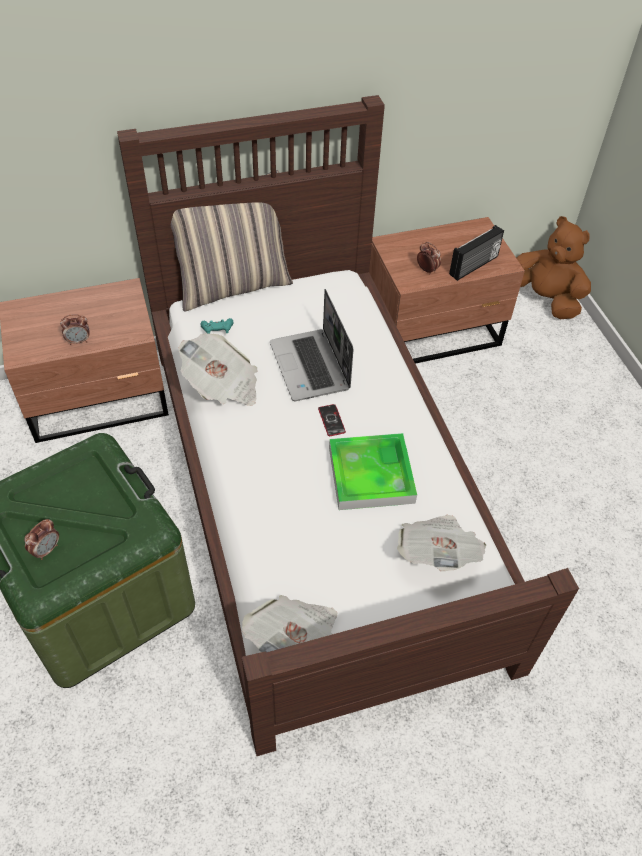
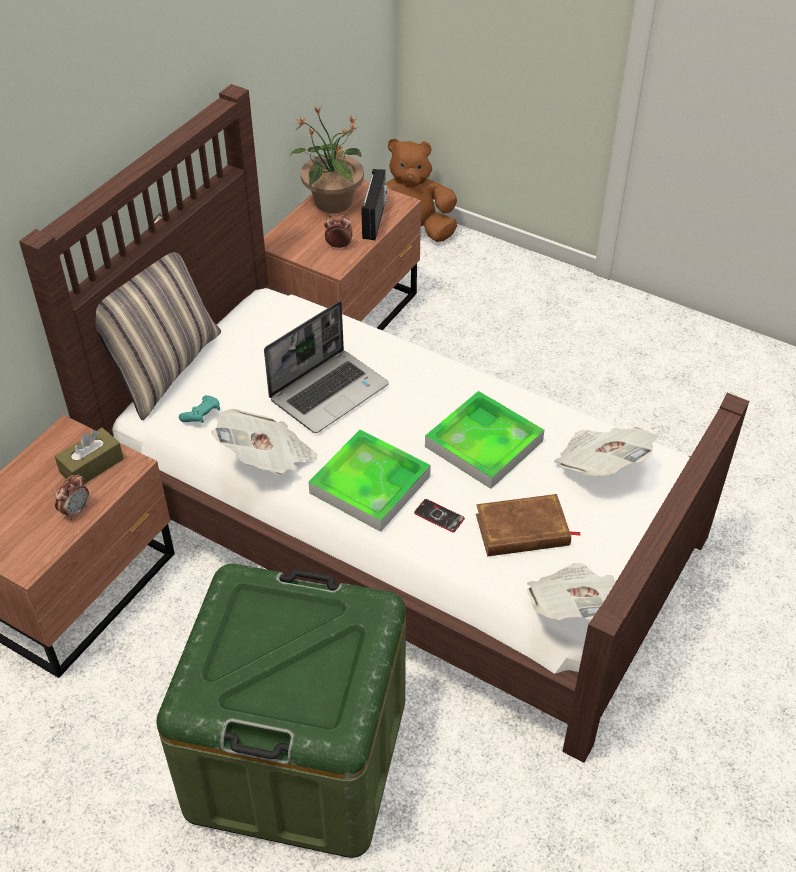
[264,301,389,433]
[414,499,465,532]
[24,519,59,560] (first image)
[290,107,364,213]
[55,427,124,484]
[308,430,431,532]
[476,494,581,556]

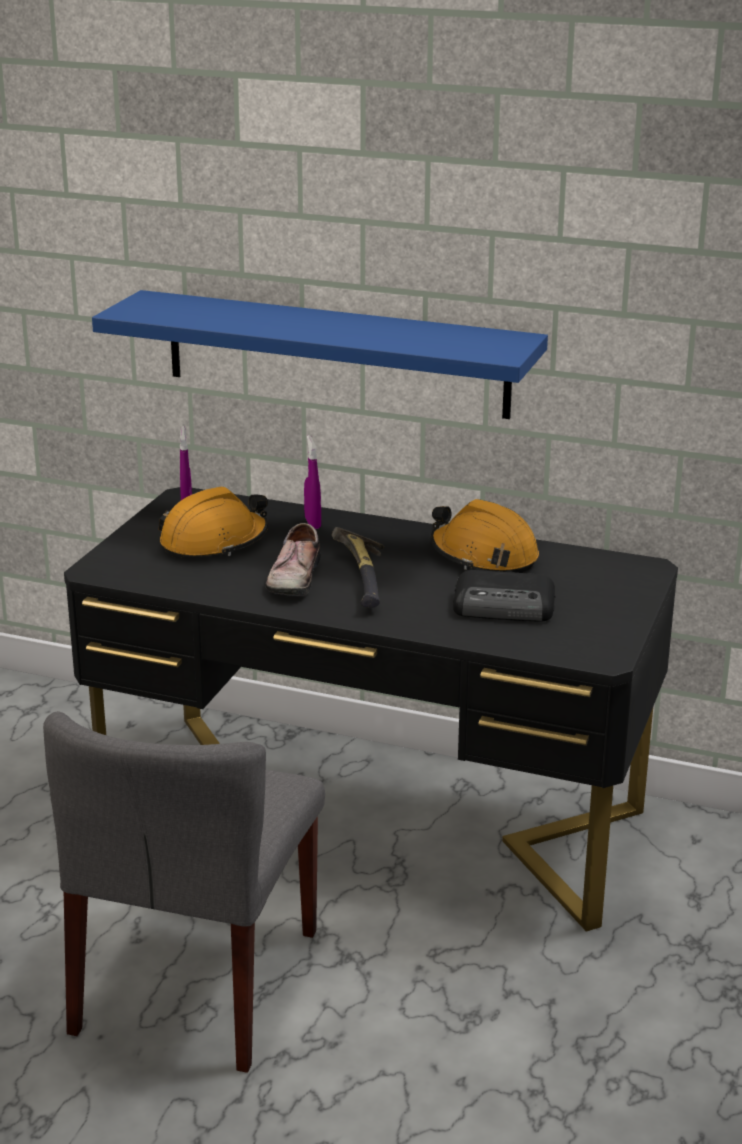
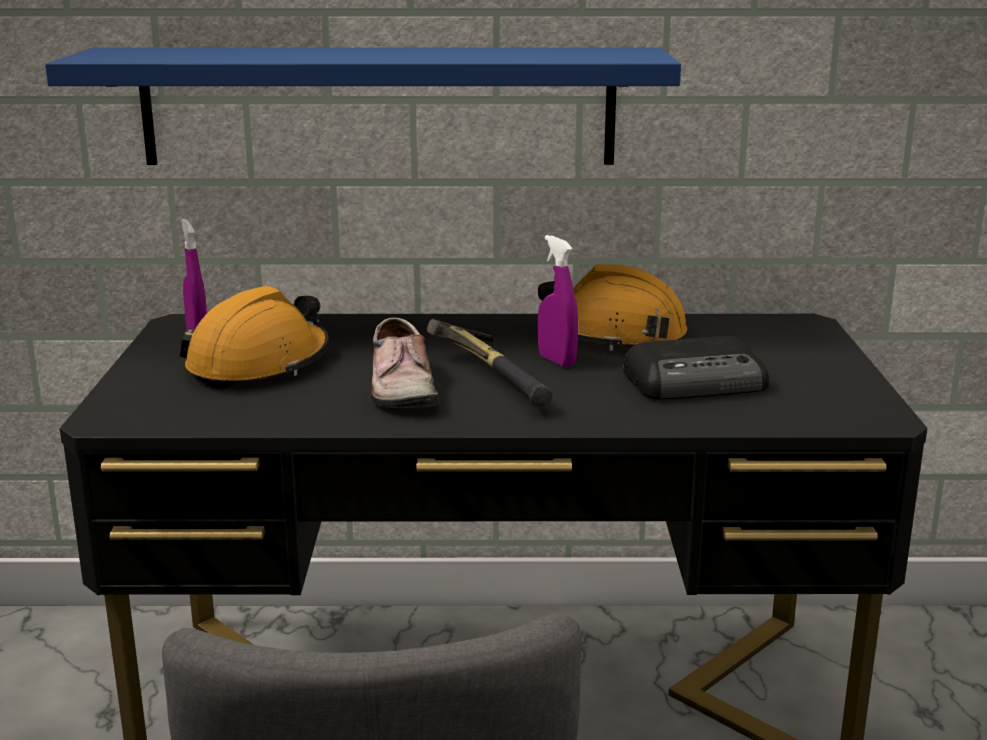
[538,235,578,367]

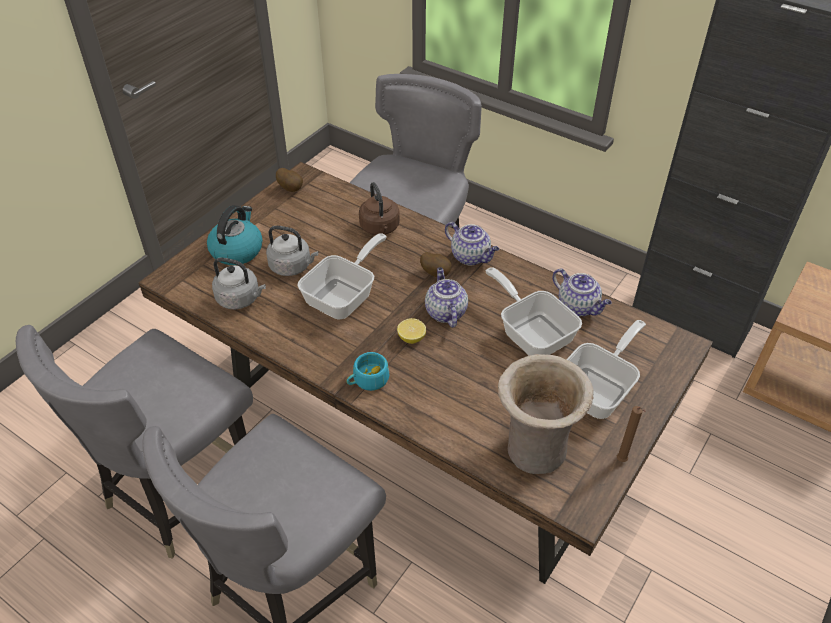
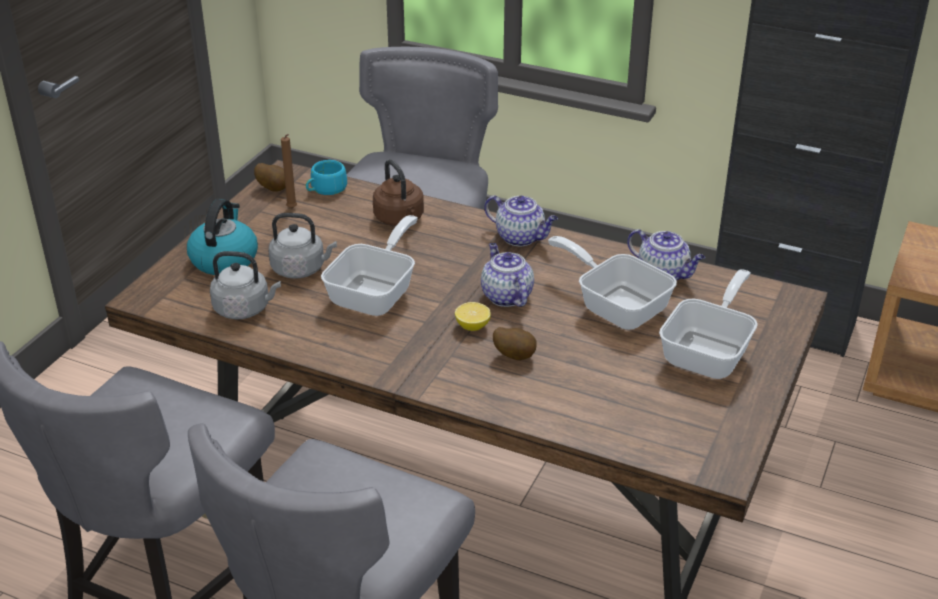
[493,327,537,360]
[306,160,347,195]
[498,354,594,474] (first image)
[281,134,297,208]

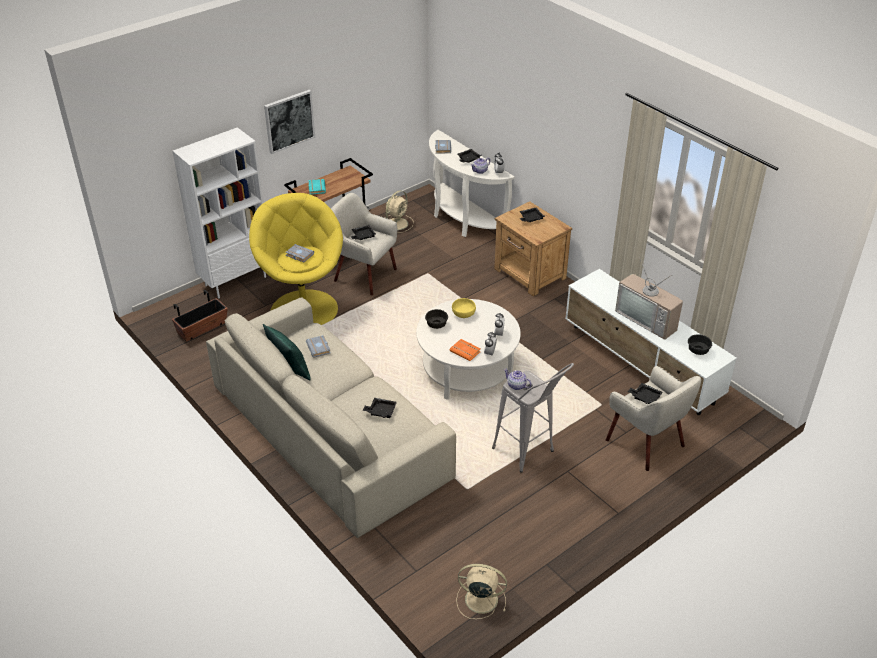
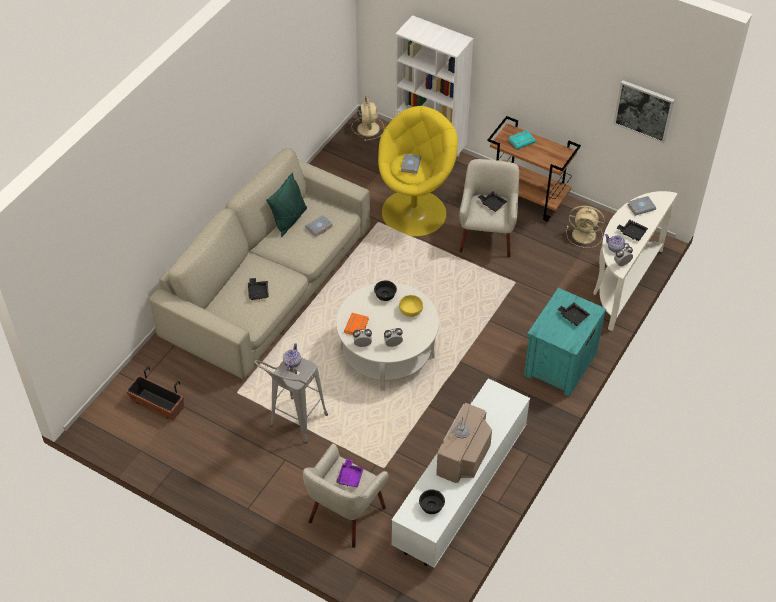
[614,80,675,143]
[524,288,606,397]
[126,367,184,421]
[336,459,364,487]
[351,96,384,141]

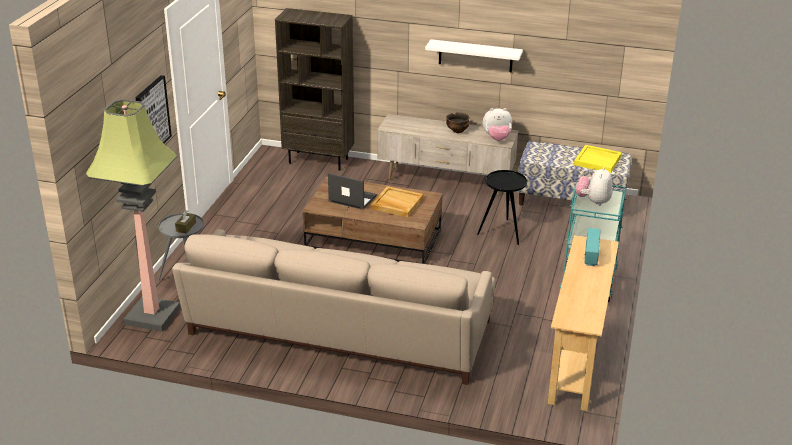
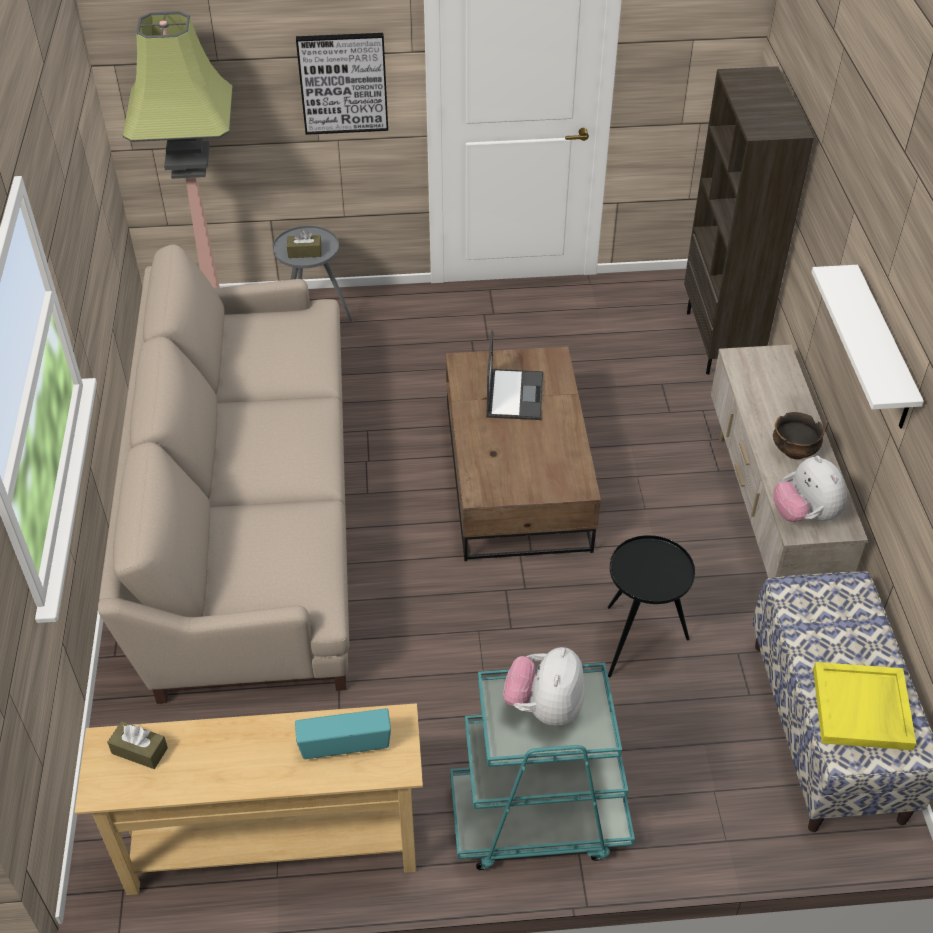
[503,647,585,726]
[371,186,423,218] (first image)
[107,721,168,769]

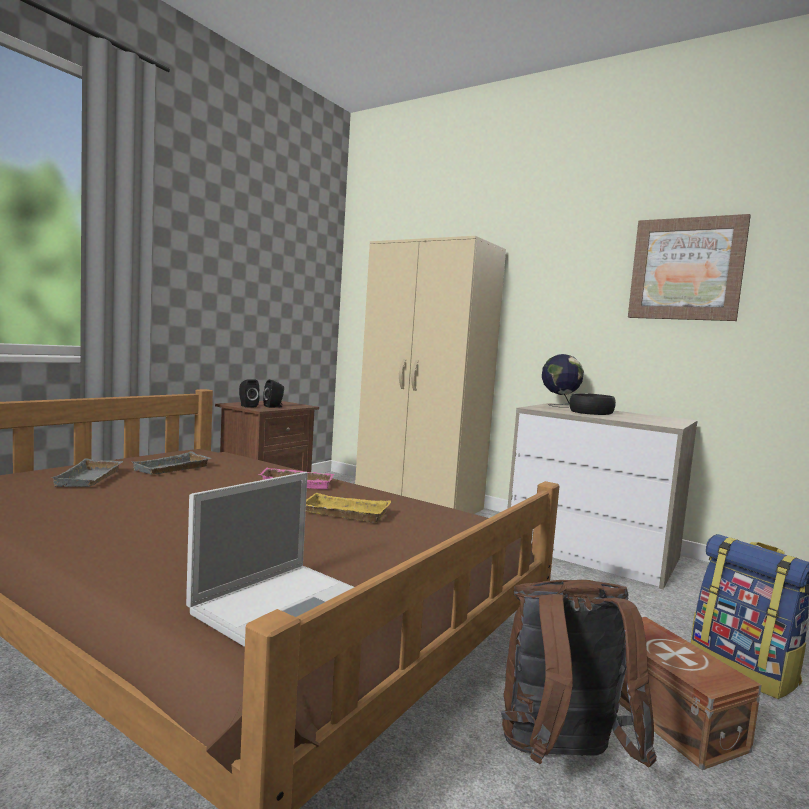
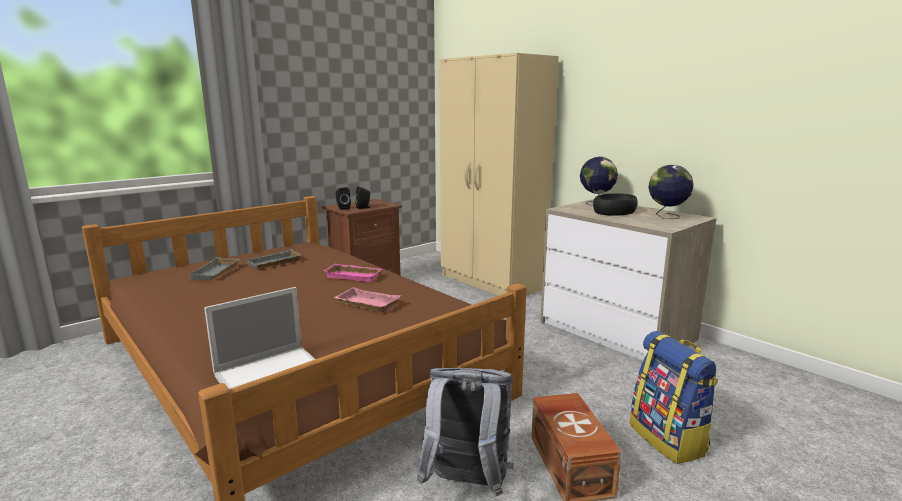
[628,214,751,321] (first image)
[334,287,401,313]
[417,368,514,496]
[648,165,693,219]

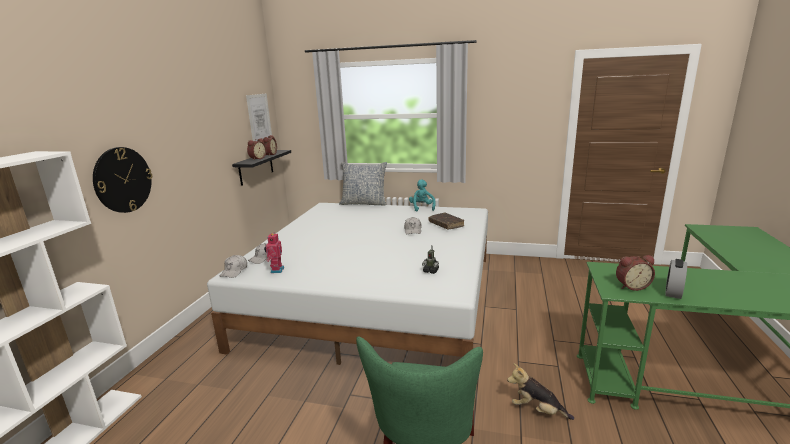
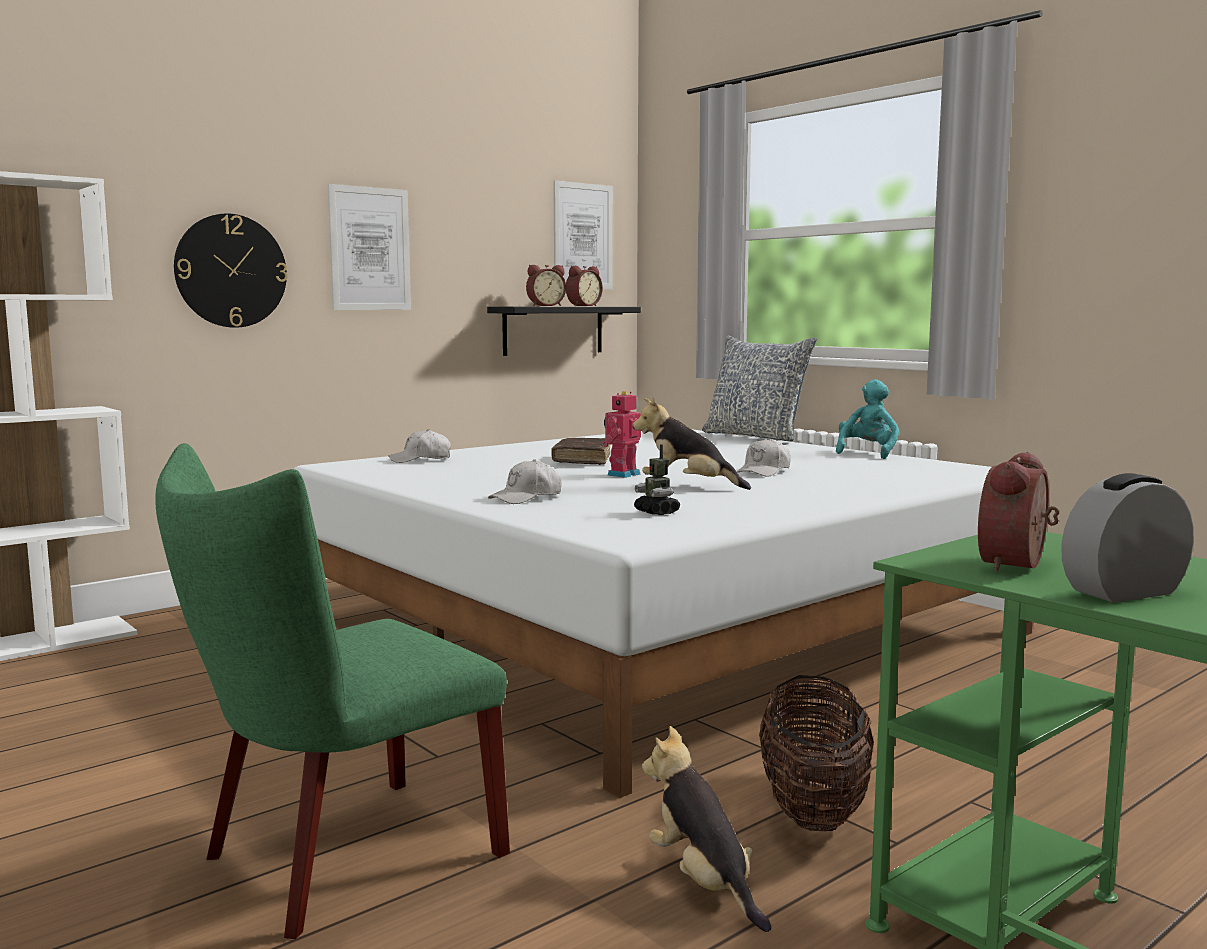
[551,438,611,465]
[602,391,641,478]
[488,459,562,504]
[978,452,1059,572]
[328,184,411,310]
[633,397,751,490]
[759,675,874,831]

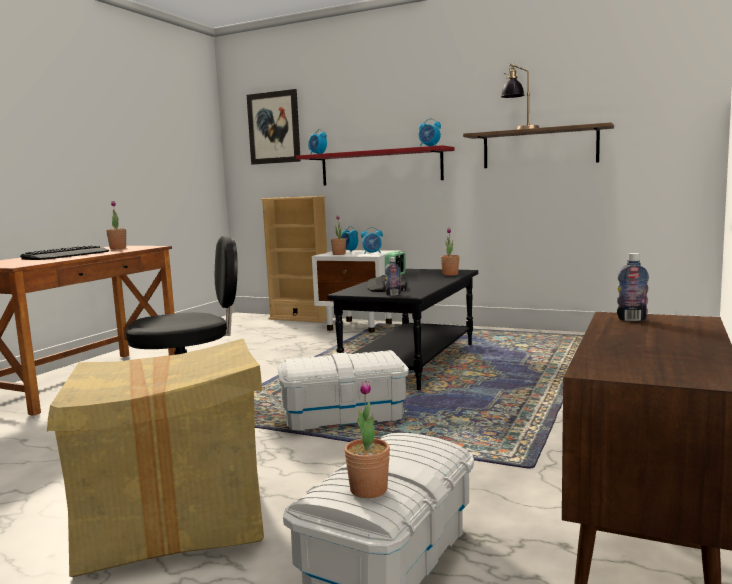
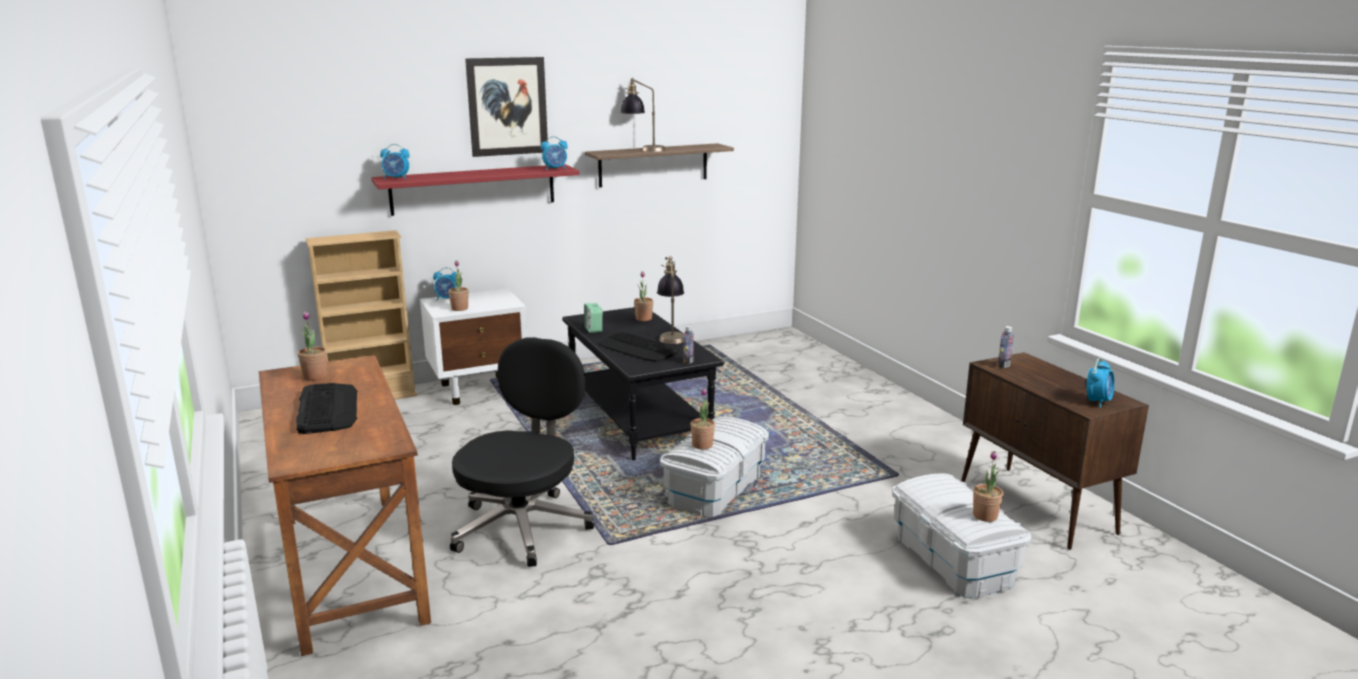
[465,57,548,157]
[1086,358,1114,408]
[47,339,264,577] (first image)
[657,256,684,344]
[690,388,715,450]

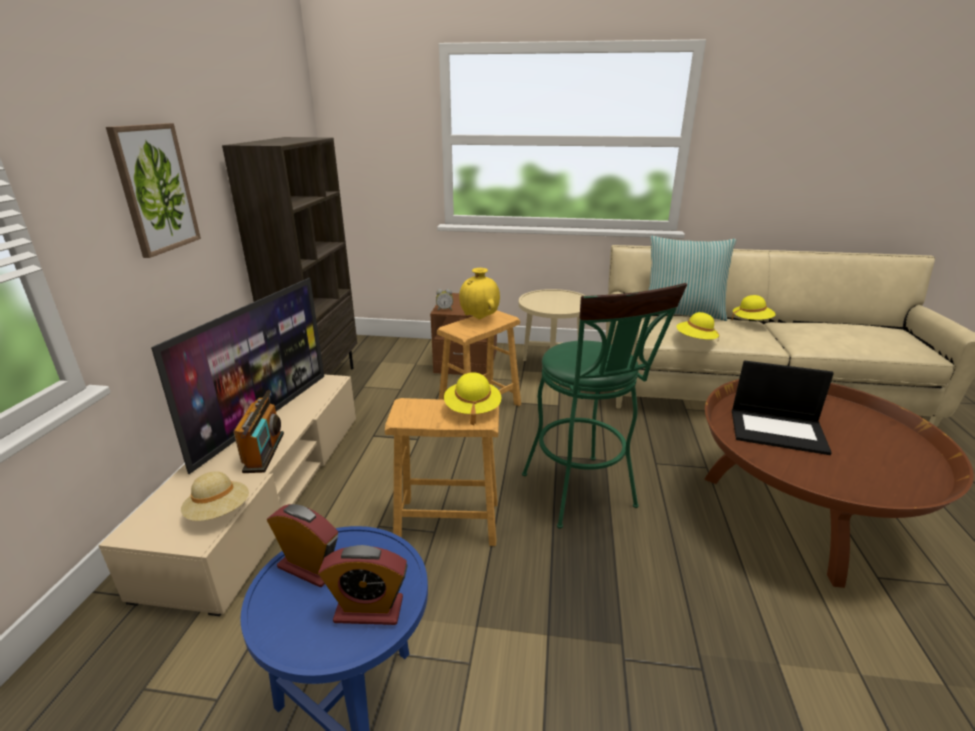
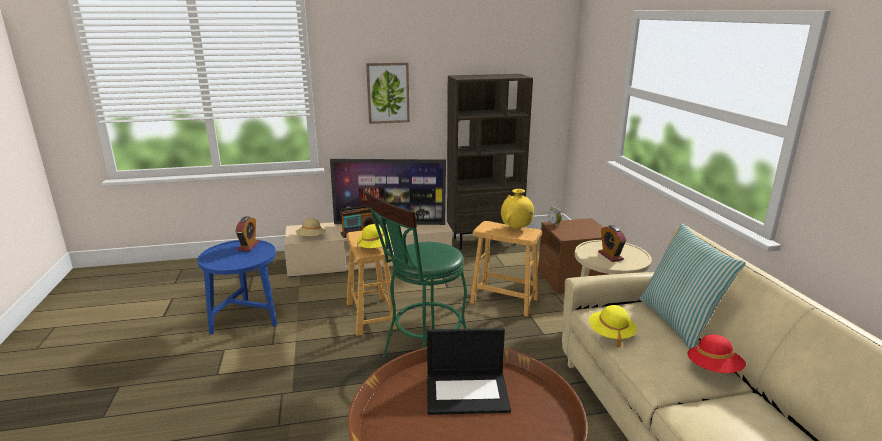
[687,334,746,373]
[427,328,511,415]
[598,225,626,262]

